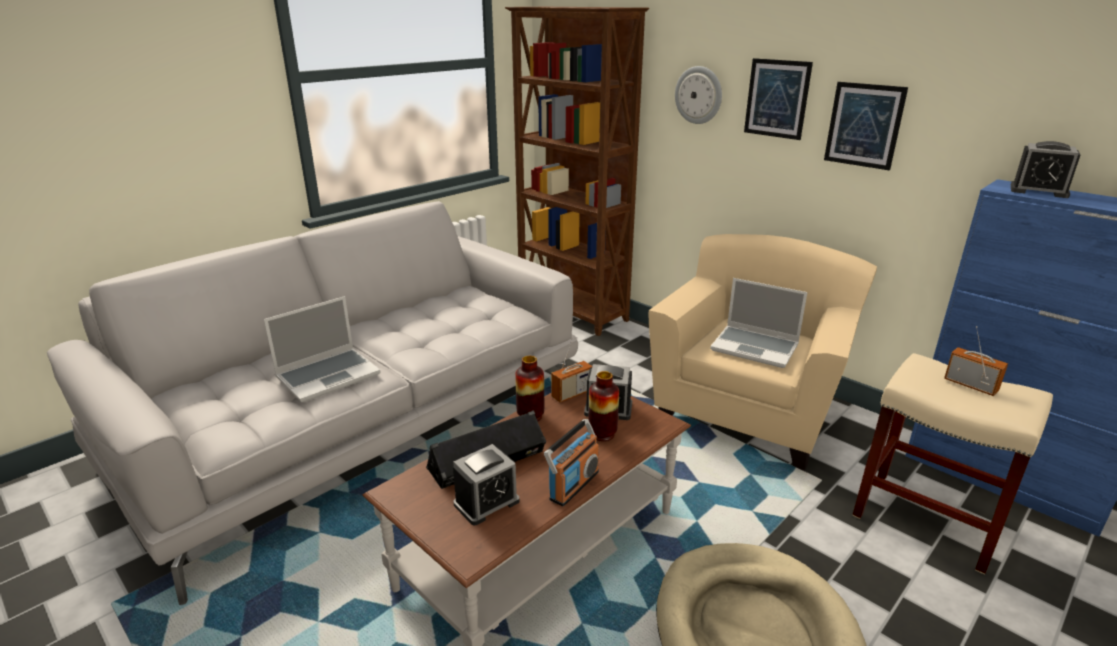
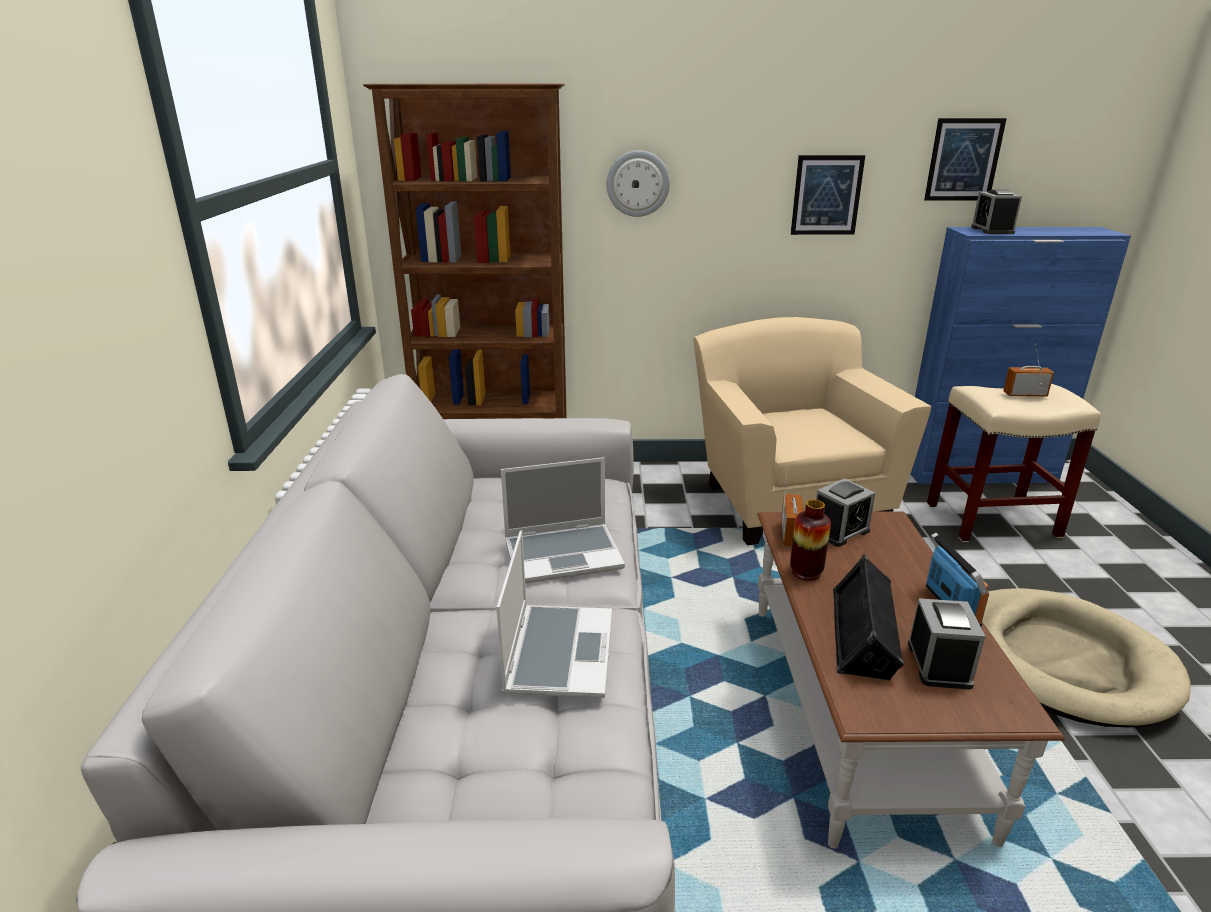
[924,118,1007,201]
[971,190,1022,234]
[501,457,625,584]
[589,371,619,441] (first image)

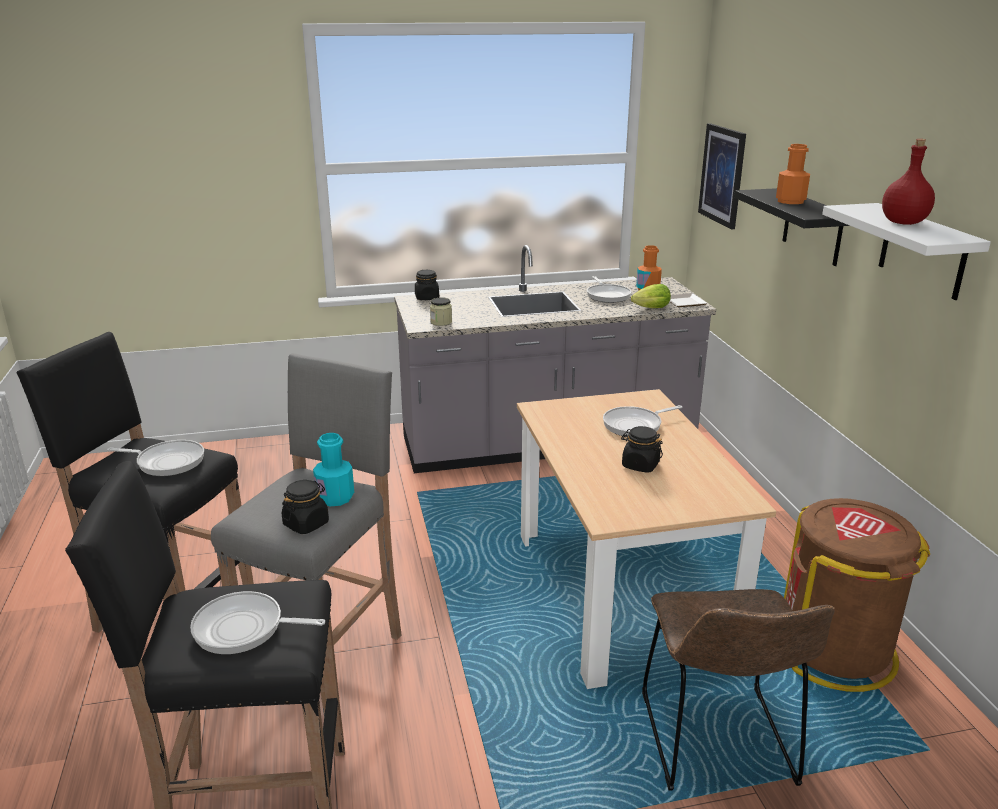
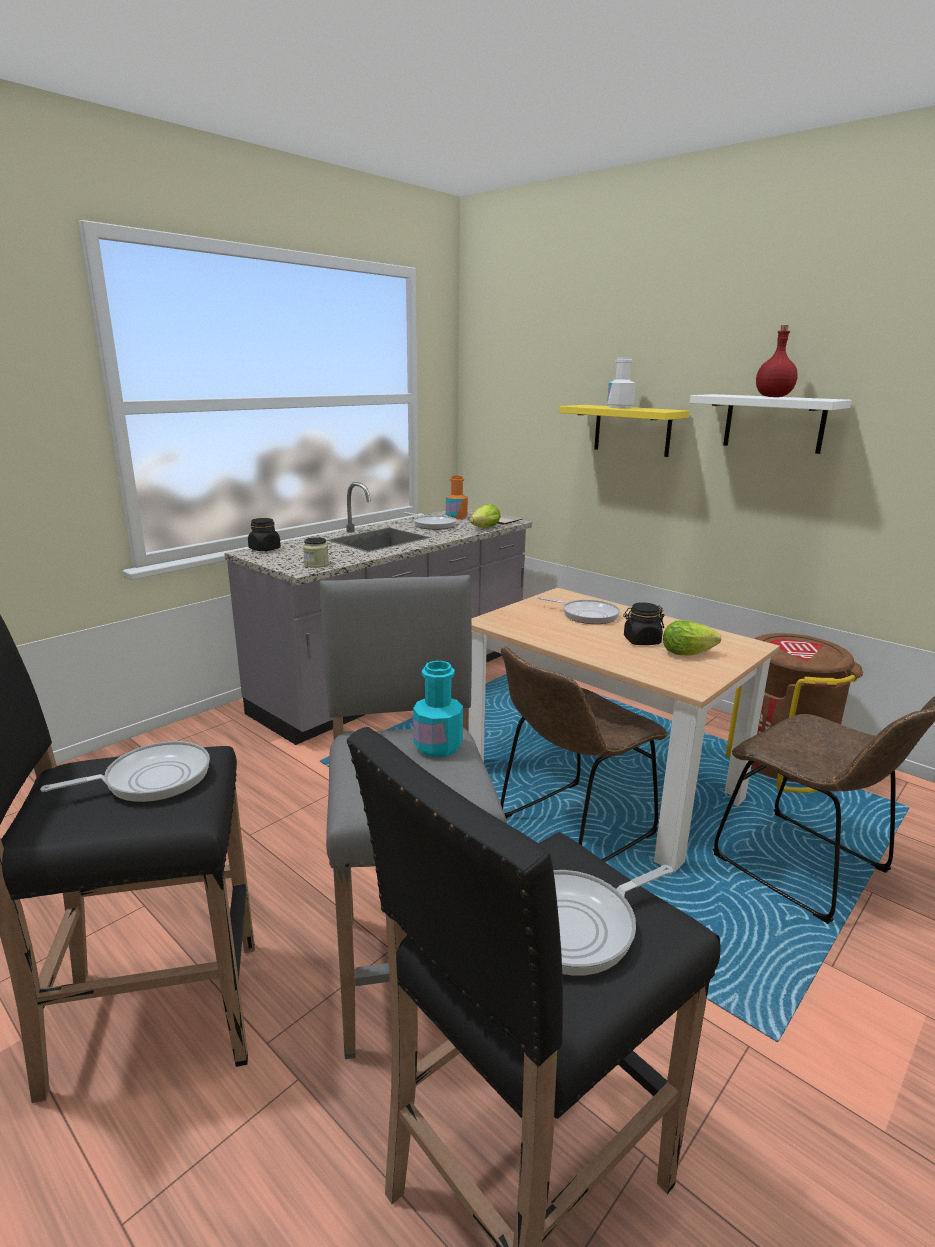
[698,123,746,229] (first image)
[607,357,636,408]
[559,405,689,457]
[537,597,620,624]
[282,480,329,534] (first image)
[663,620,721,656]
[501,647,668,862]

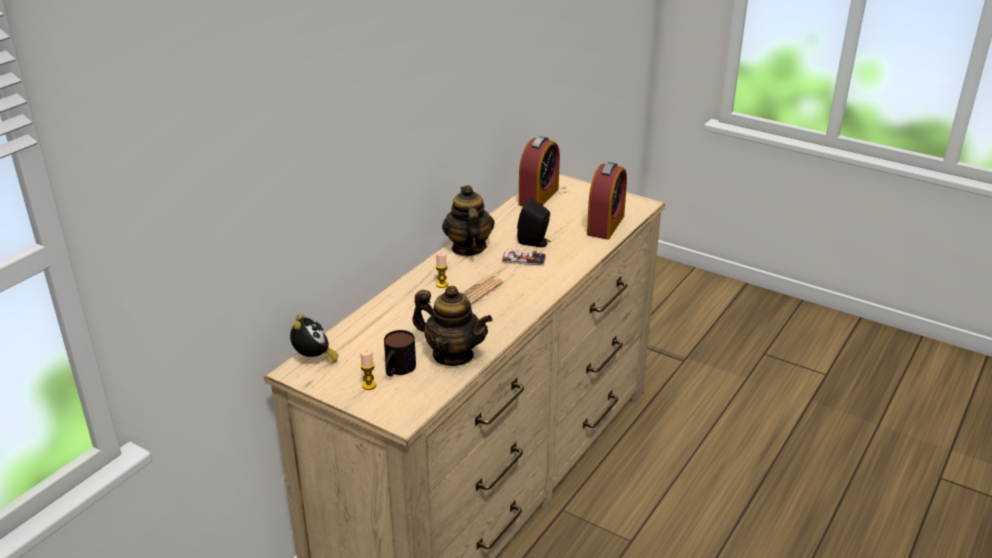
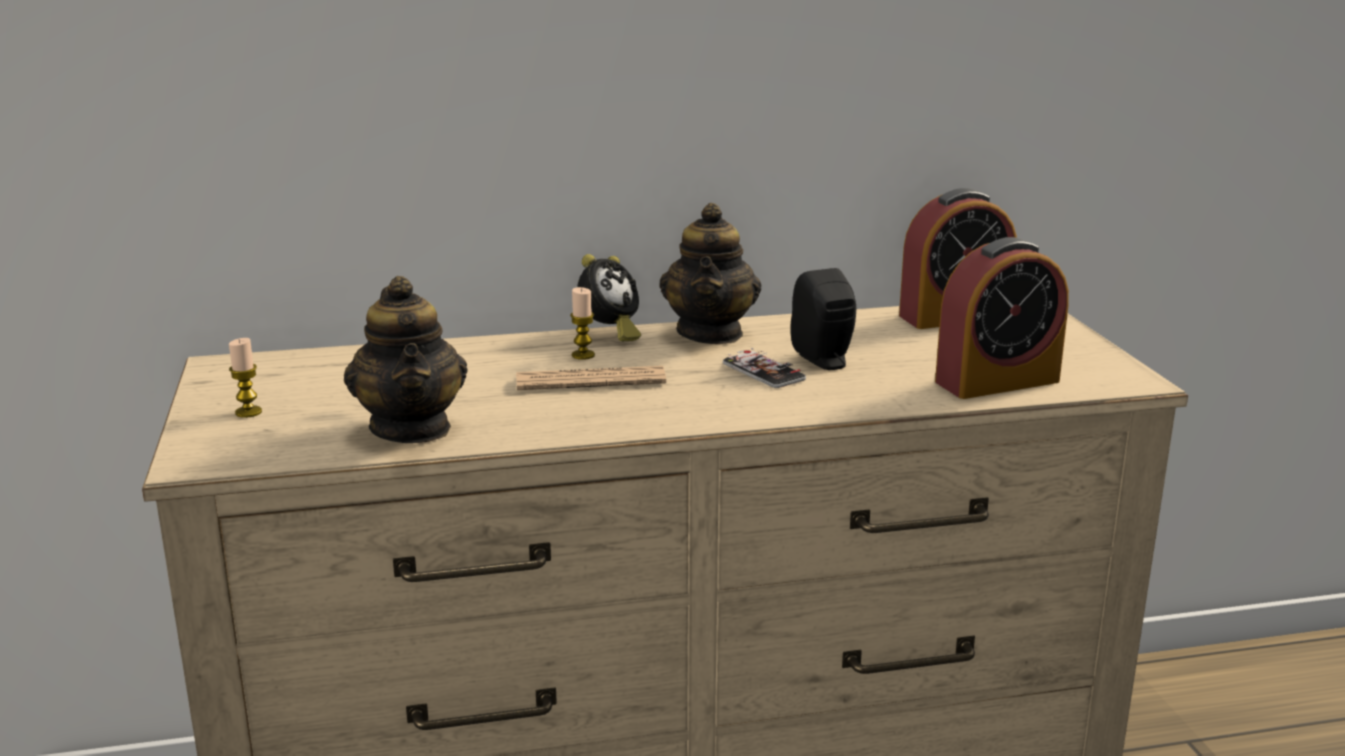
[659,203,761,344]
[577,254,641,341]
[384,330,416,377] (first image)

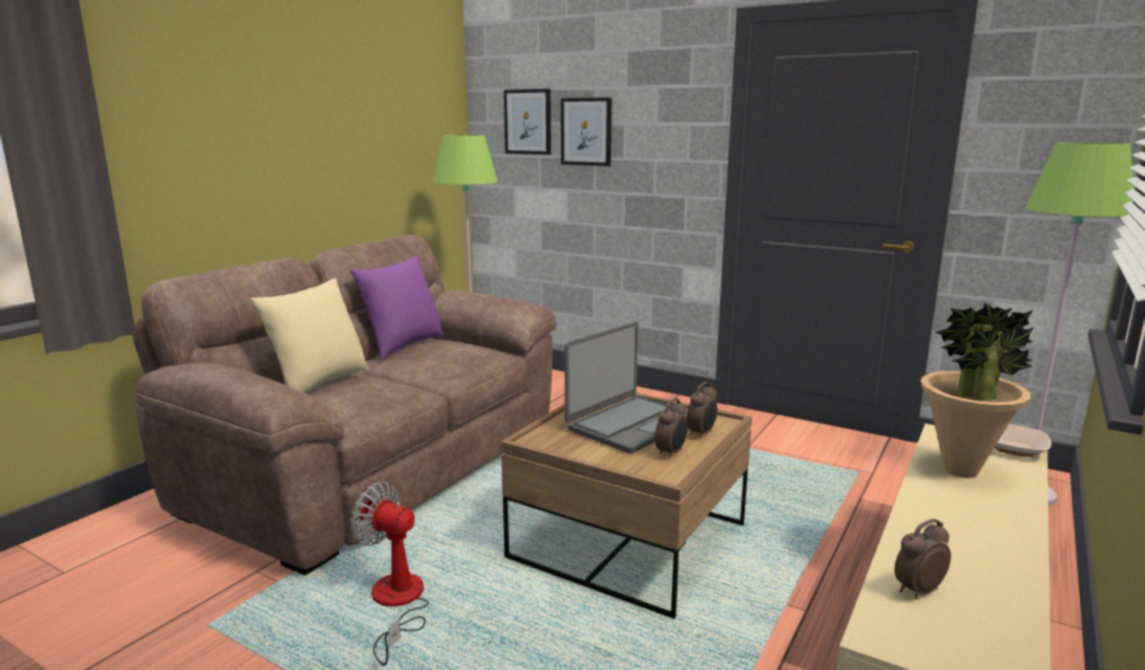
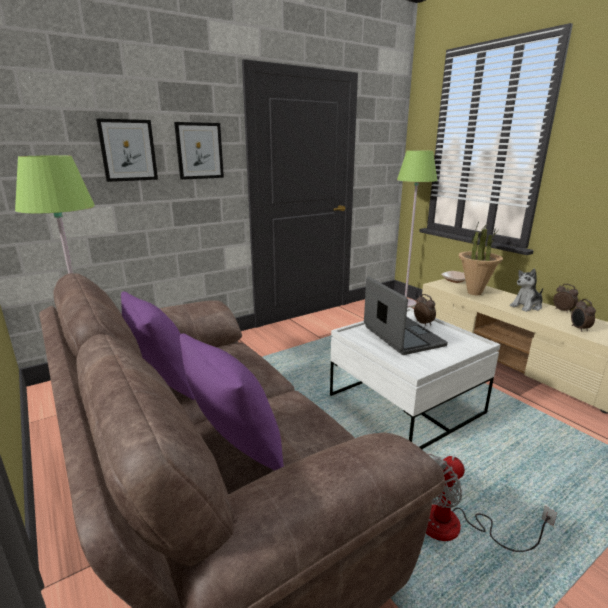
[174,122,224,180]
[180,333,284,470]
[330,307,501,449]
[553,284,578,313]
[510,269,543,312]

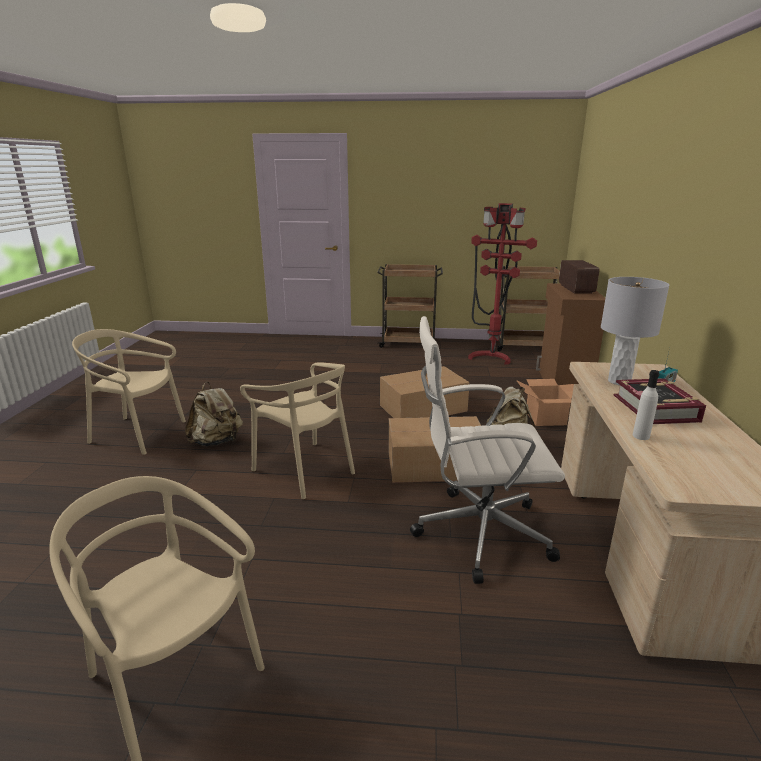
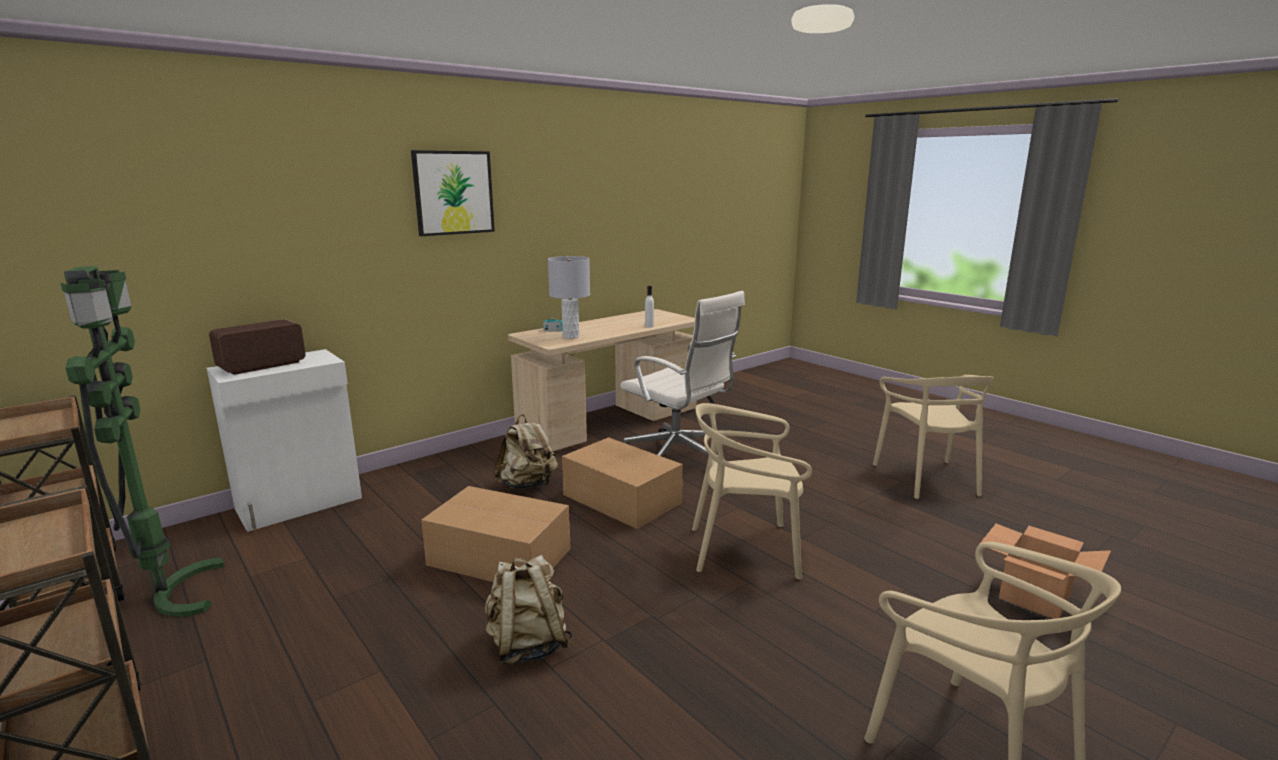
[61,266,225,617]
[207,349,362,532]
[692,403,812,580]
[614,378,706,424] (first image)
[980,524,1111,619]
[485,555,573,665]
[411,150,495,236]

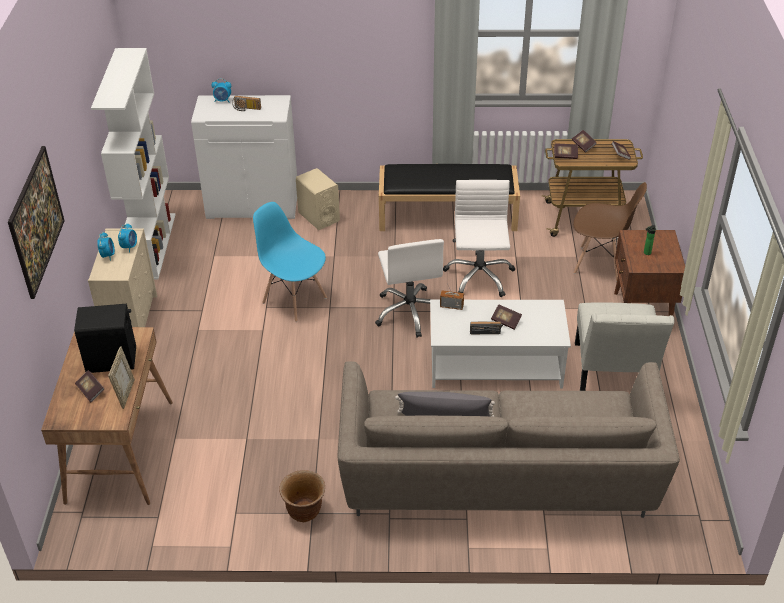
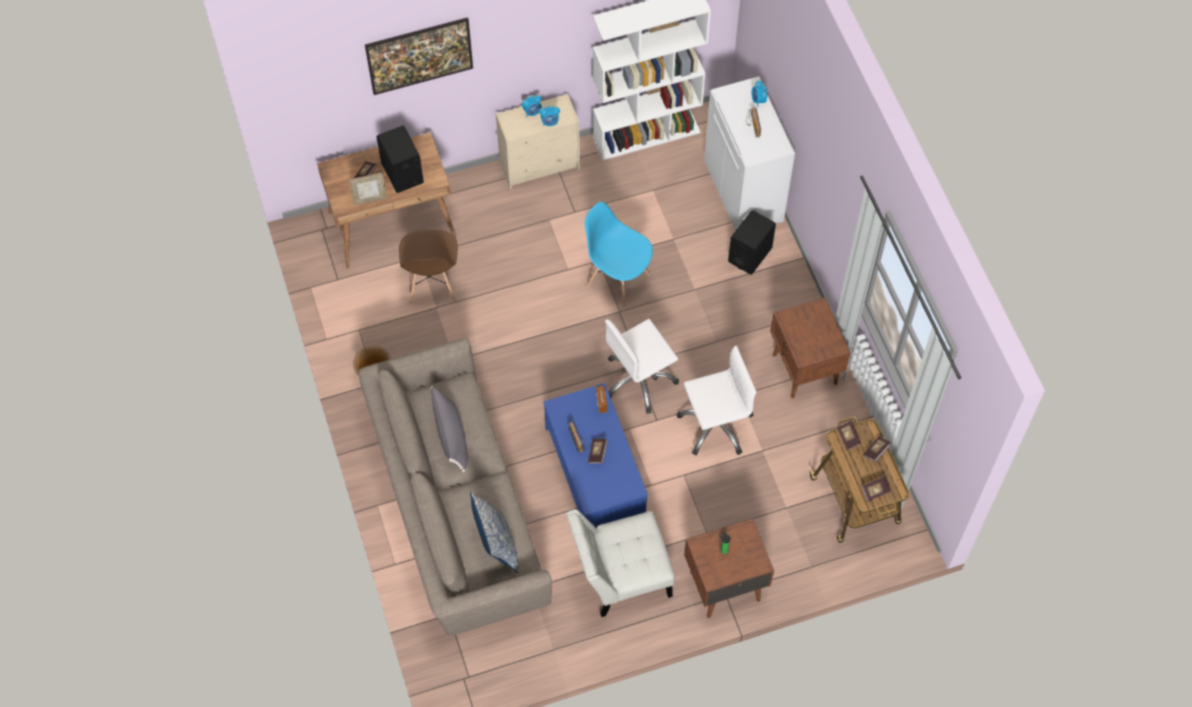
[770,297,851,398]
[728,210,776,275]
[399,230,458,304]
[584,202,653,307]
[543,383,648,528]
[470,492,519,573]

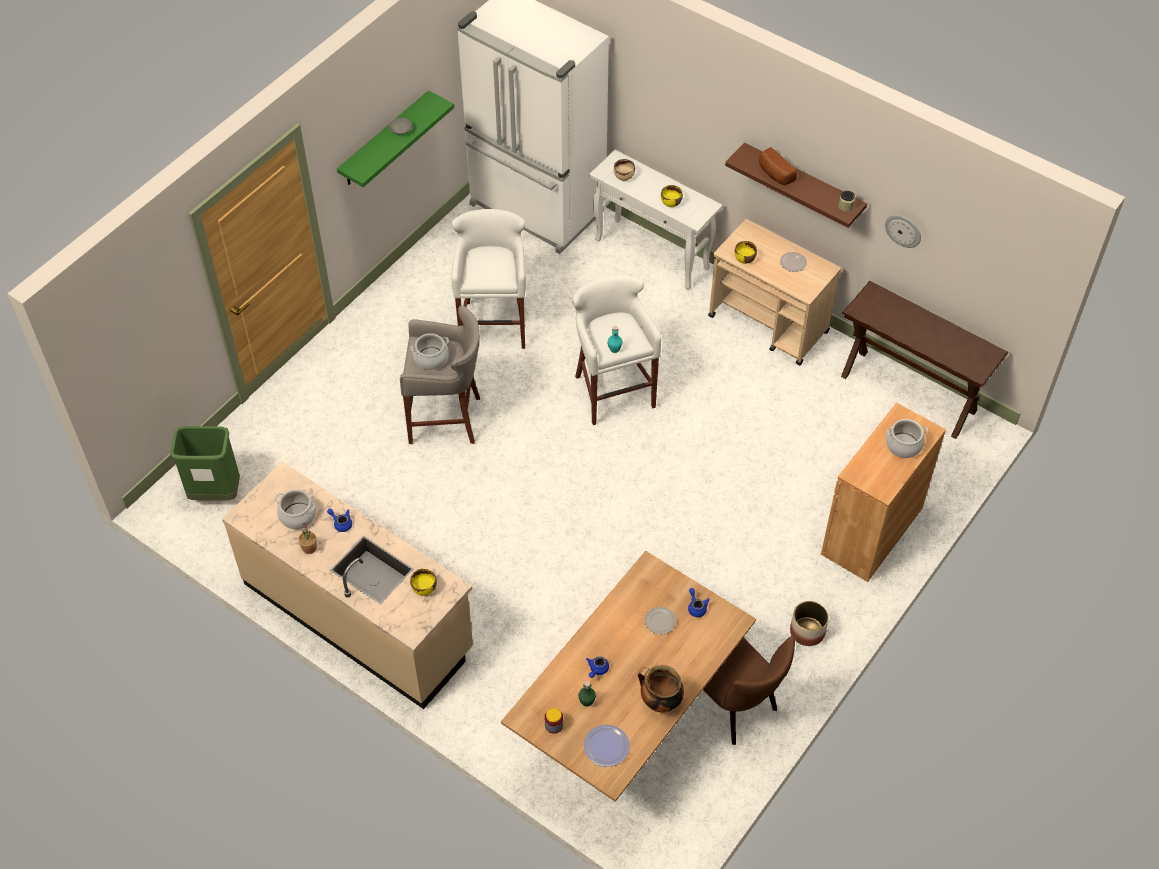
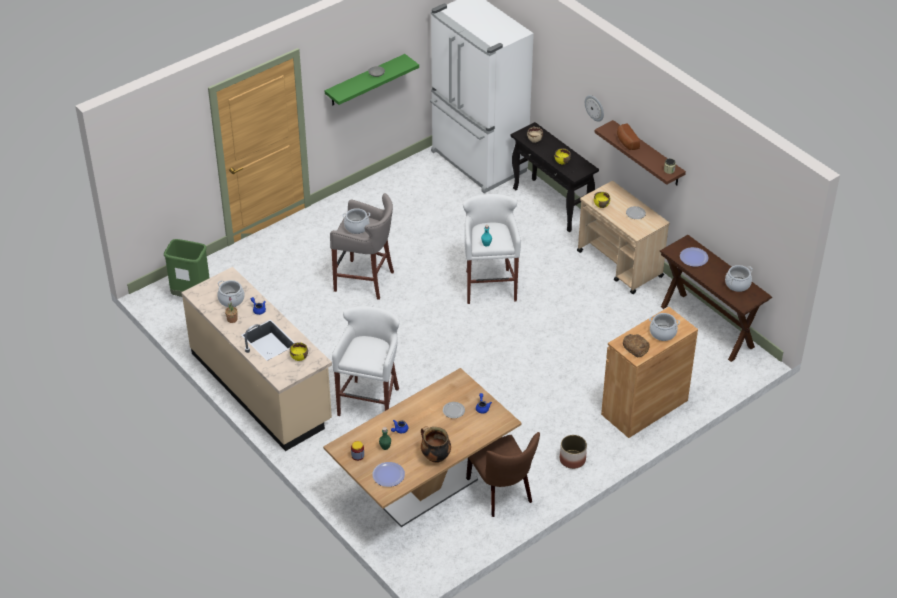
[511,122,599,232]
[332,306,400,416]
[585,95,604,122]
[680,247,708,267]
[725,265,753,292]
[623,334,650,357]

